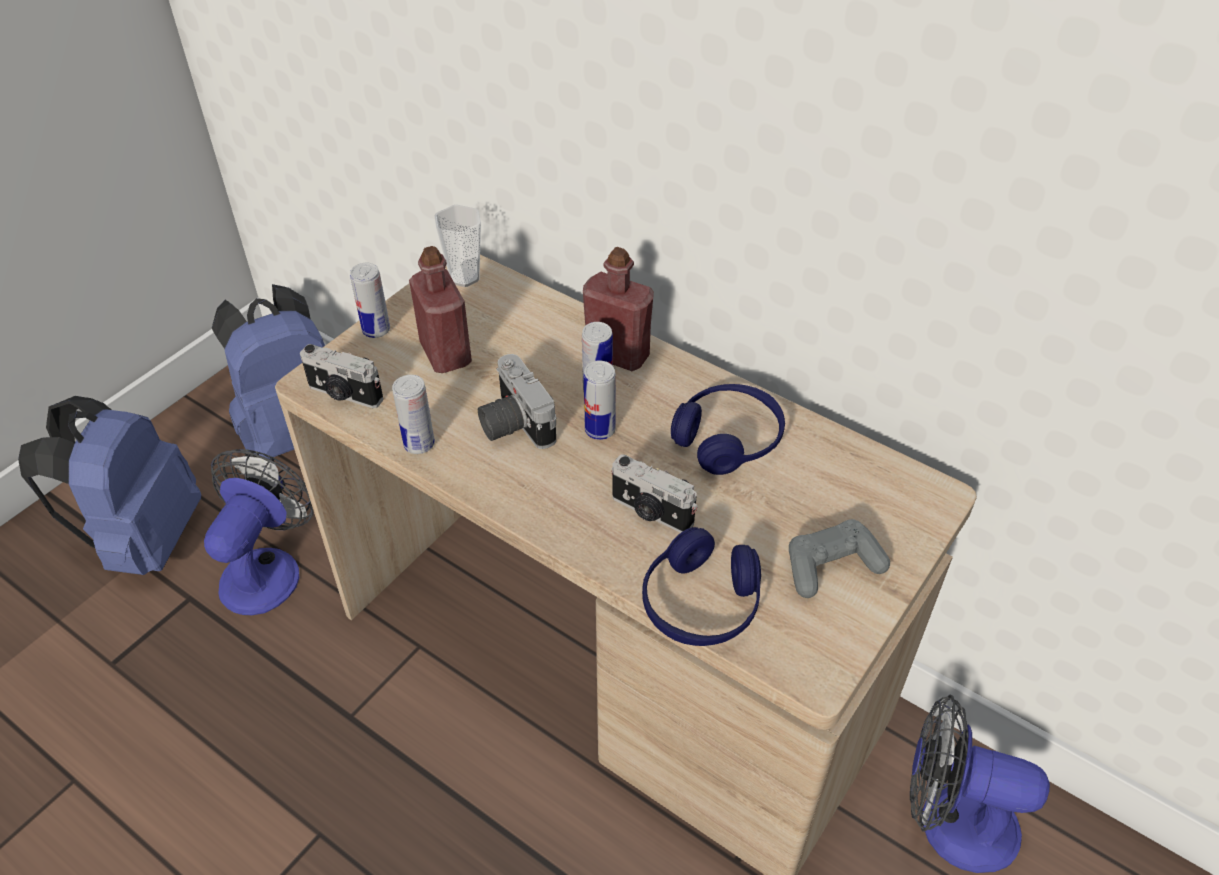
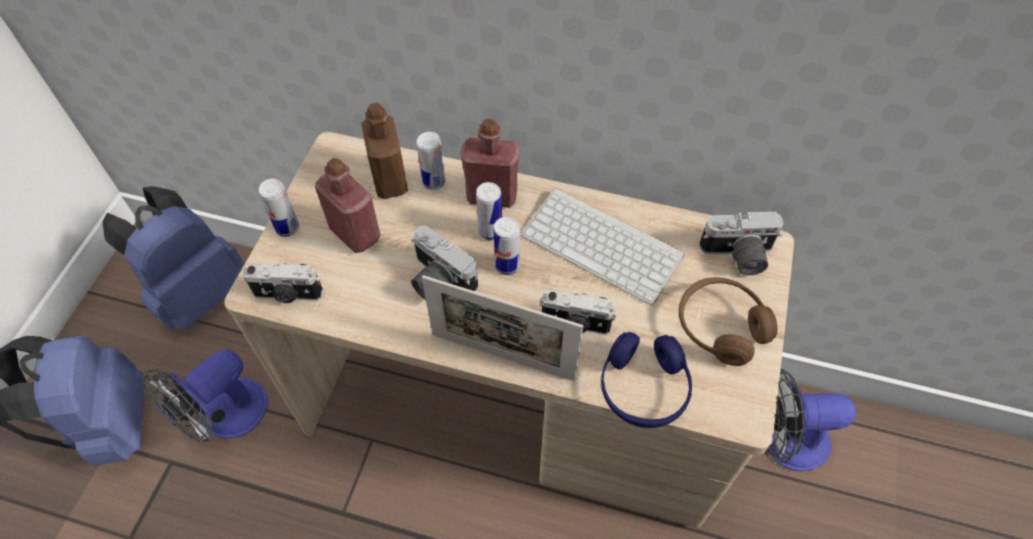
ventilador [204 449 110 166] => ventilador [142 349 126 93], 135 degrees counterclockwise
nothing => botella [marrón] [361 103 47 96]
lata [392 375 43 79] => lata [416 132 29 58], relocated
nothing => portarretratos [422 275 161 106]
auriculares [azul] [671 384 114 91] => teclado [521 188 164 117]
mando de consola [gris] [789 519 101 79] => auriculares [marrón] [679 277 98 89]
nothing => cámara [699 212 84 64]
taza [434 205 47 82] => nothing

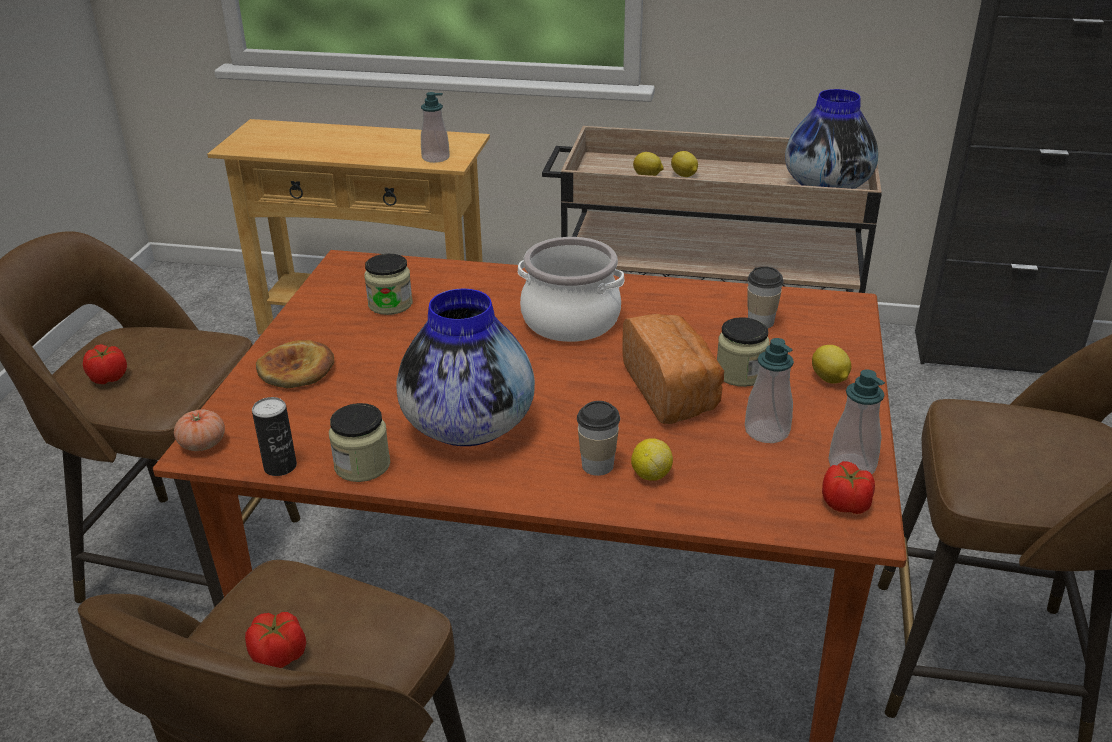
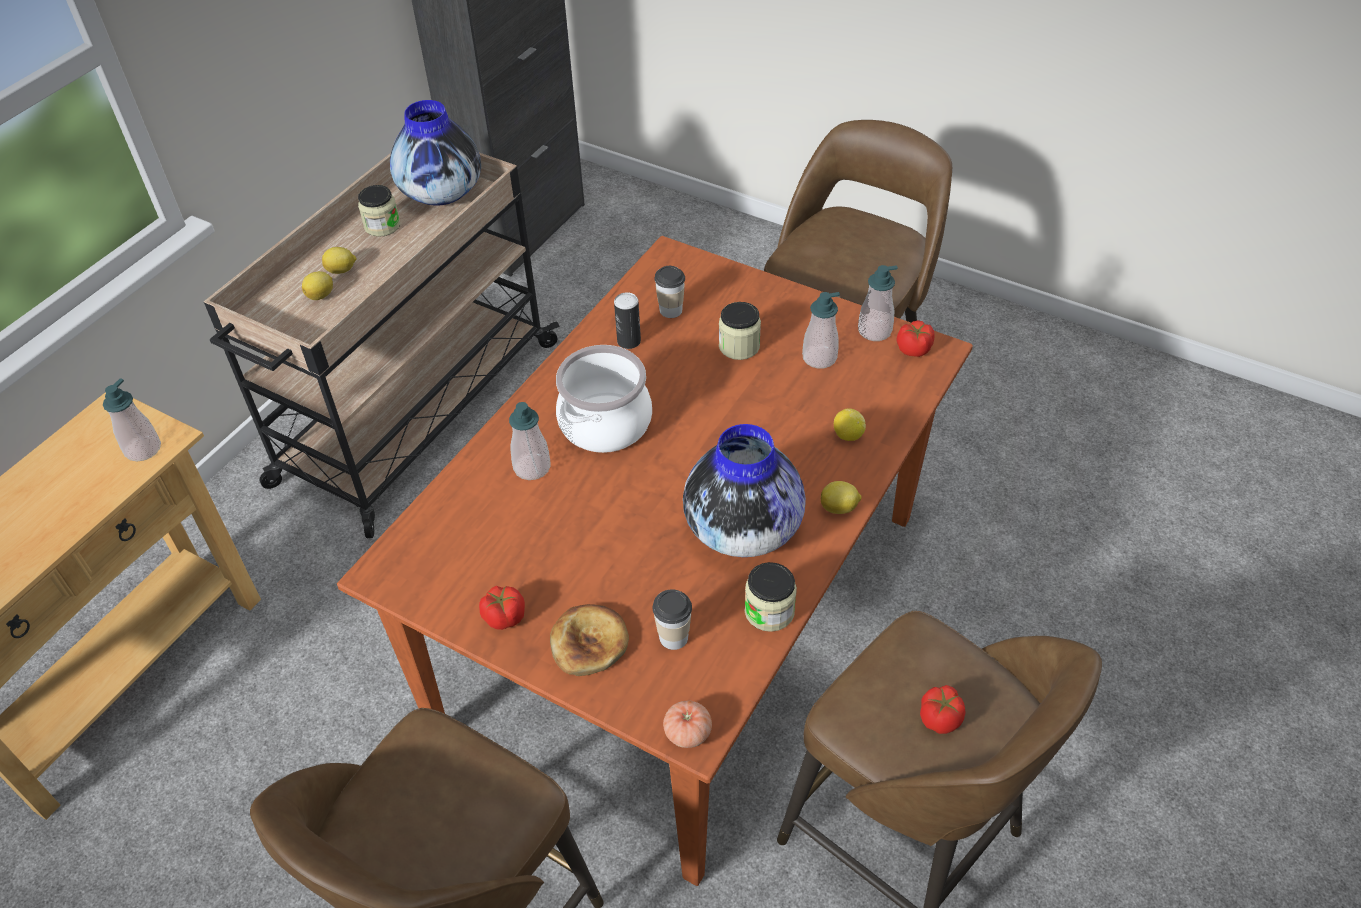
tarro [364 254 49 61] => tarro [358 185 42 52], relocated
tomate [83 344 44 40] => tomate [479 586 46 44], relocated
nothing => dispensador de jabón [509 402 42 78]
lata [252 397 45 79] => lata [614 292 27 57], relocated
taza [577 401 43 75] => taza [653 589 39 61], relocated
limón [812 345 39 39] => limón [821 481 41 33], relocated
pan [623 314 101 110] => nothing

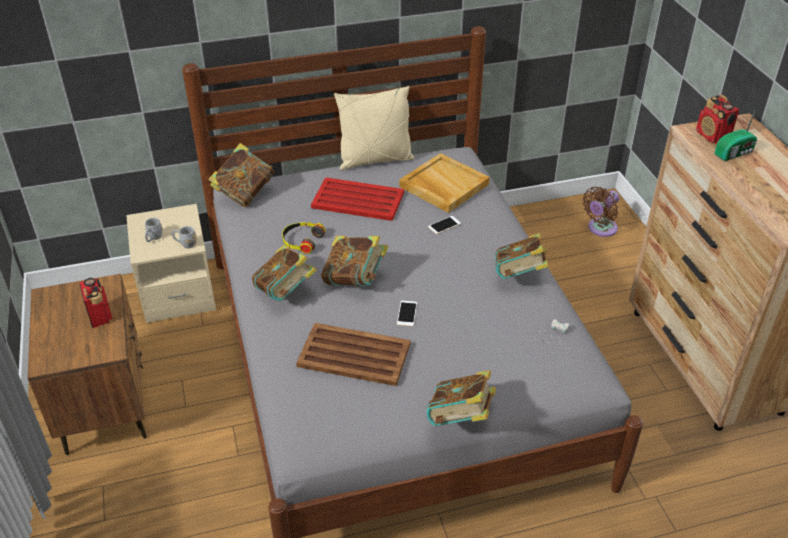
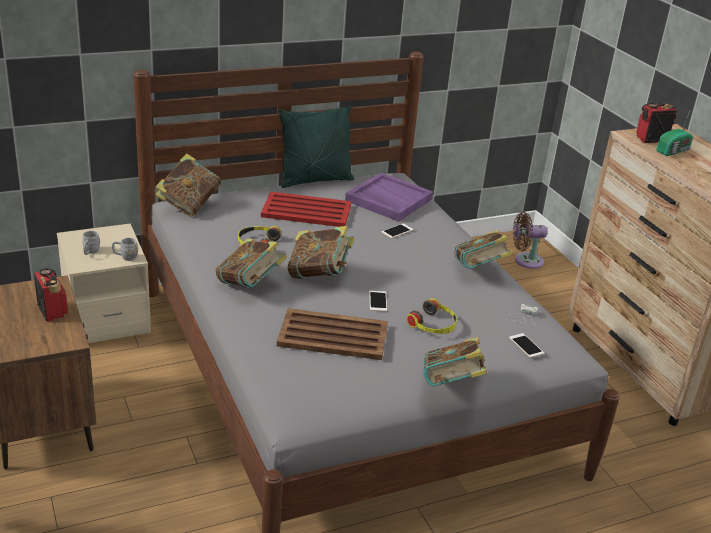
cojín [beis] [334 86 80 84] => cojín [verde] [279 106 75 82]
bandeja [beis] [399 153 91 60] => bandeja [morado] [345 173 88 49]
nothing => auriculares [407 298 50 36]
nothing => móvil [509 333 35 25]
ventilador [marrón] [583 187 36 50] => ventilador [marrón] [513 212 34 57], 45 degrees clockwise
radio [696 95 43 49] => radio [636 103 40 40], 105 degrees clockwise

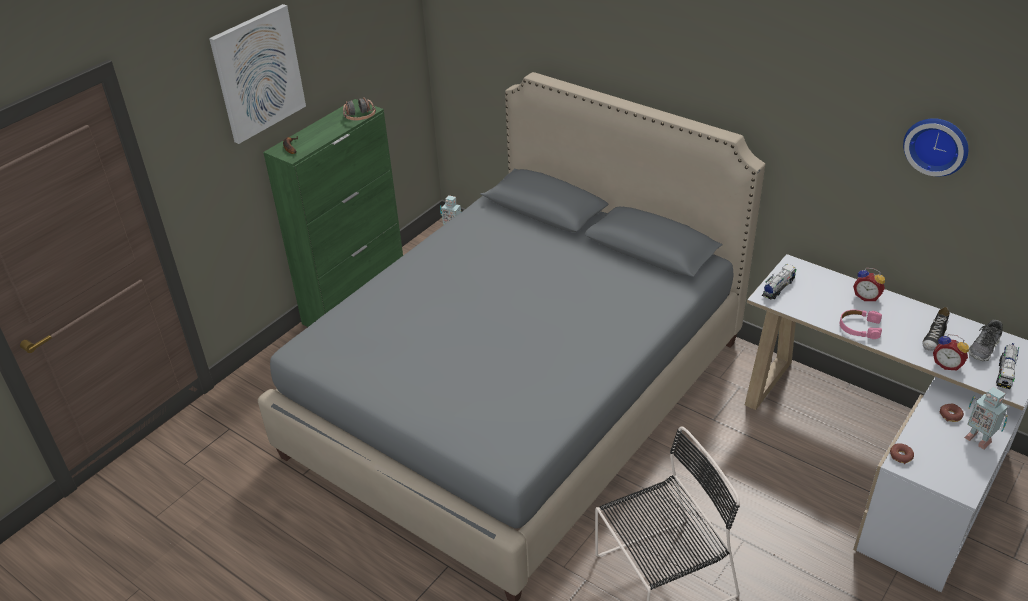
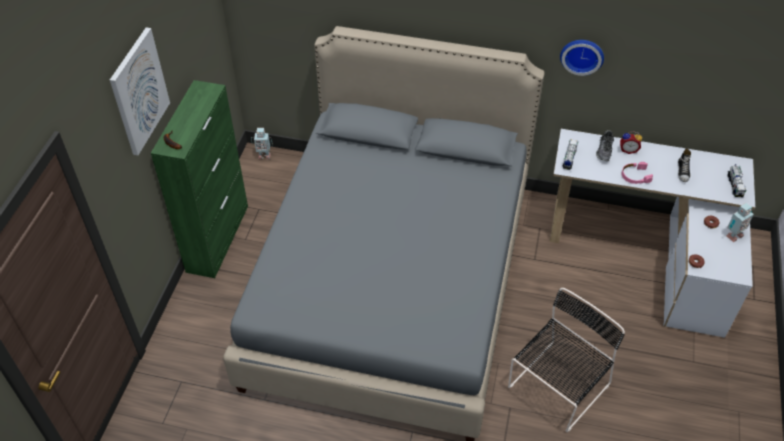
reloj de pared [903 118 65 59] => reloj de pared [560 40 44 36], relocated
zapato [968 320 35 41] => zapato [596 130 18 31], relocated
robot de juguete [964 387 44 62] => robot de juguete [727 203 27 39], 60 degrees counterclockwise
auriculares [343 97 33 24] => nothing
despertador [933 334 36 36] => nothing

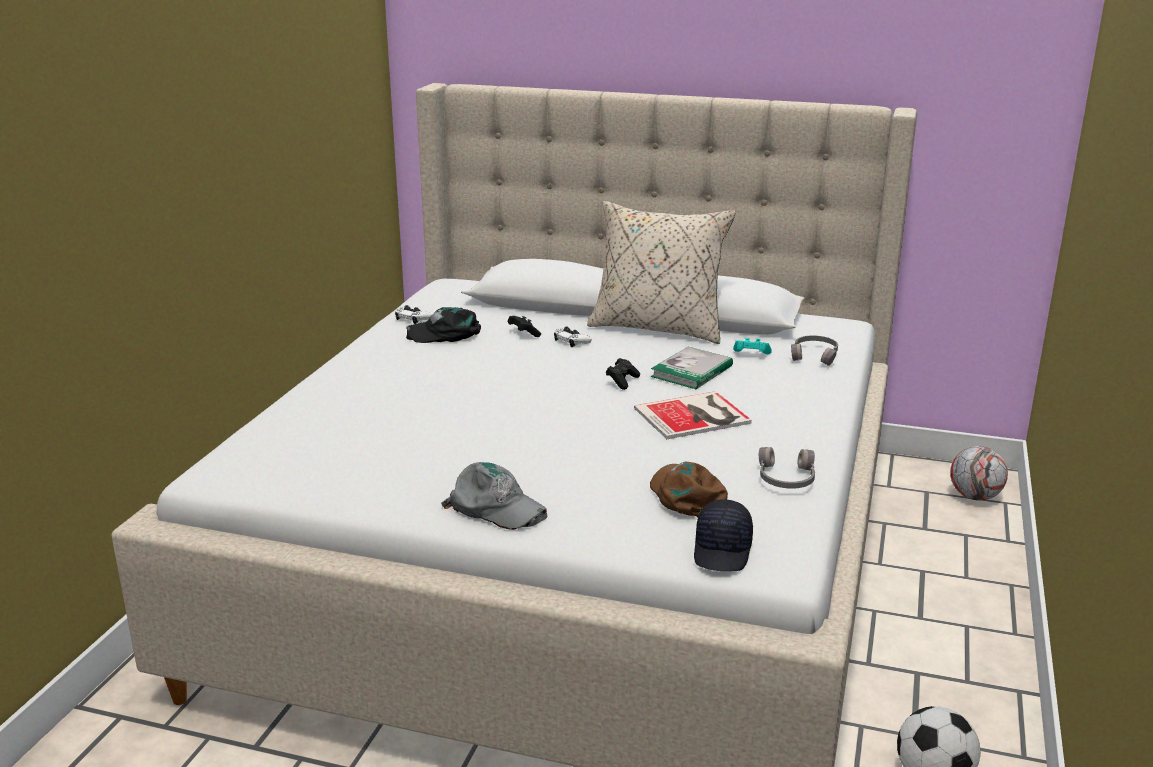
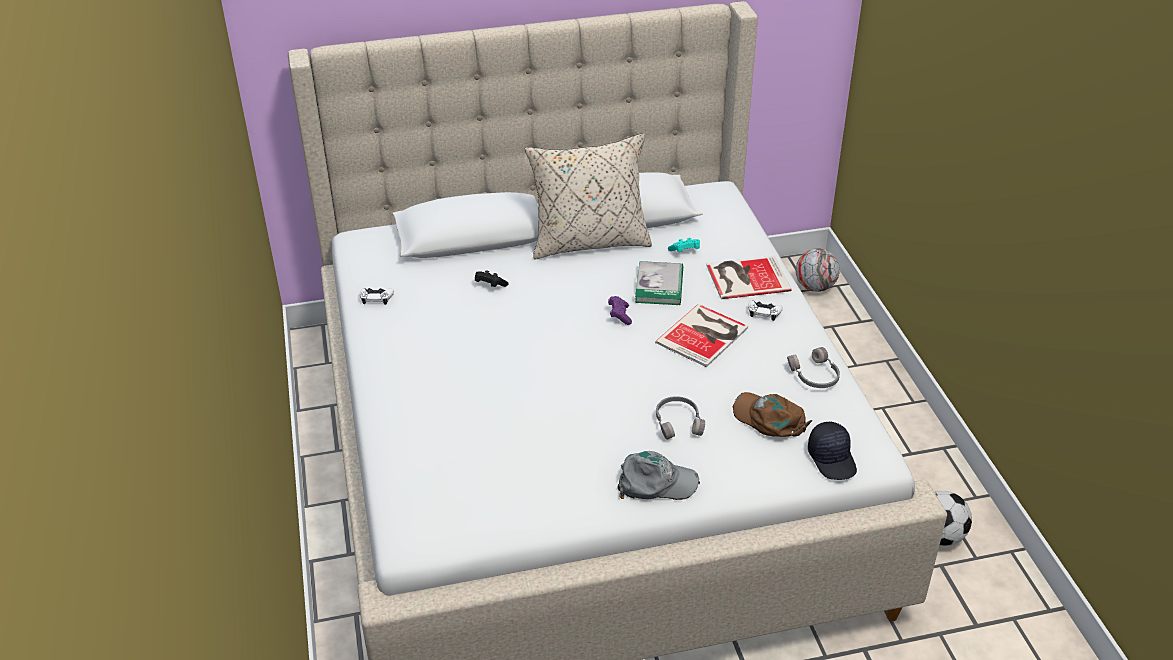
mando de consola [negro] [606 358 34 32] => mando de consola [morado] [608 296 24 29]
auriculares [gris] [791 335 47 31] => auriculares [gris] [656 396 49 44], relocated
nothing => libro [706 256 85 43]
mando de consola [blanco] [554 326 38 21] => mando de consola [blanco] [748 300 35 21], relocated
gorra [negro] [406 307 75 36] => nothing

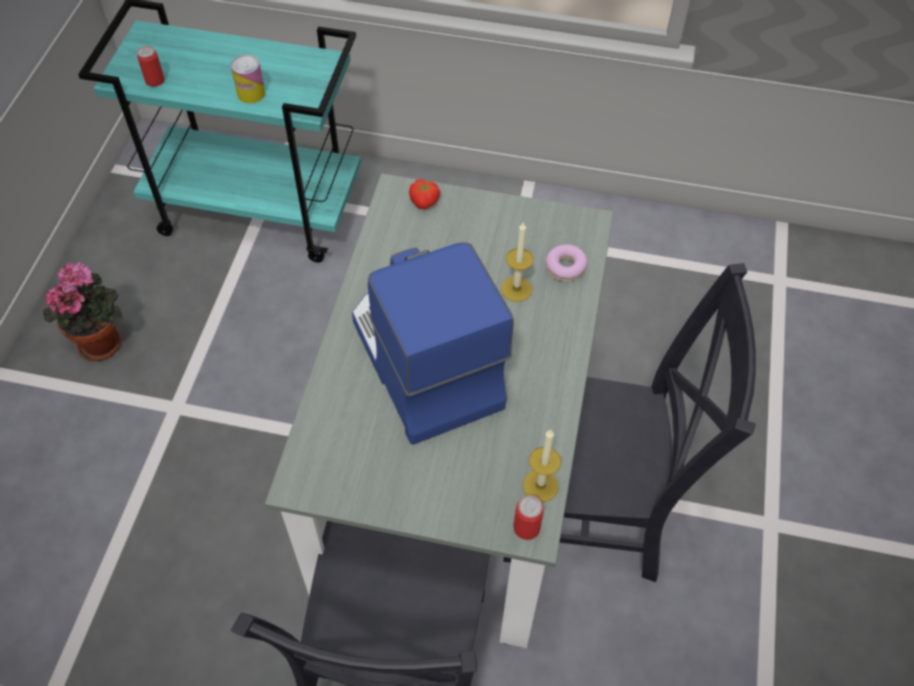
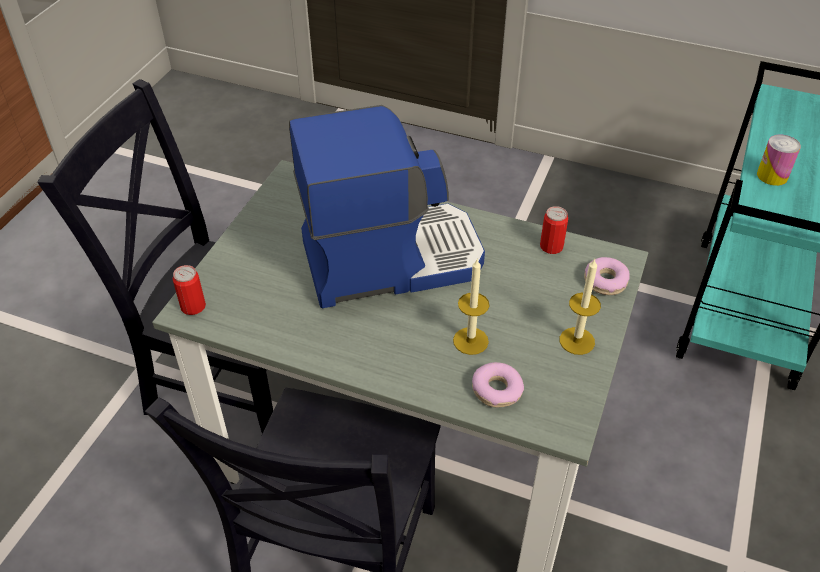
lata [137 46 28 41] => lata [540 206 28 48], relocated
vela [523 429 38 73] => vela [559 259 42 96], relocated
tomate [409 179 31 30] => rosquilla [584 257 46 38]
planta en maceta [43 261 80 100] => nothing

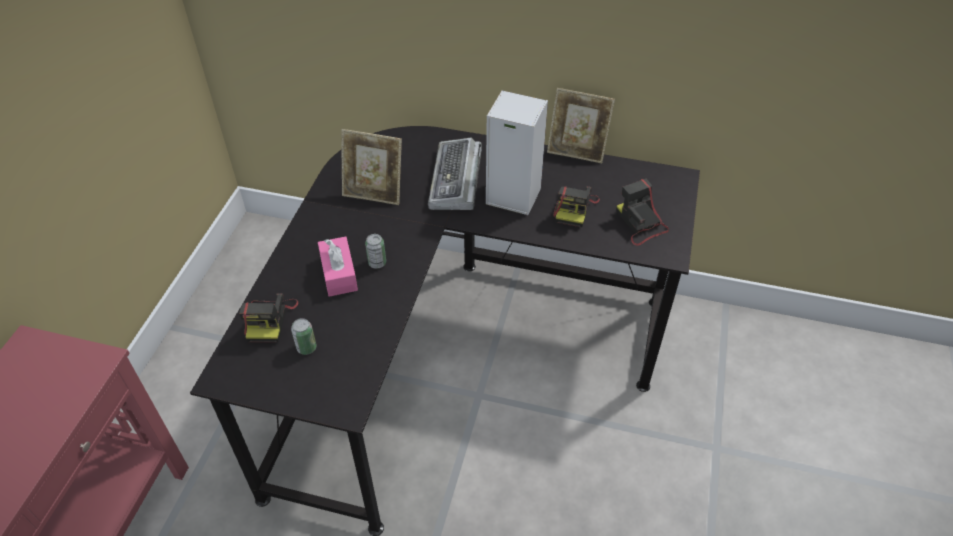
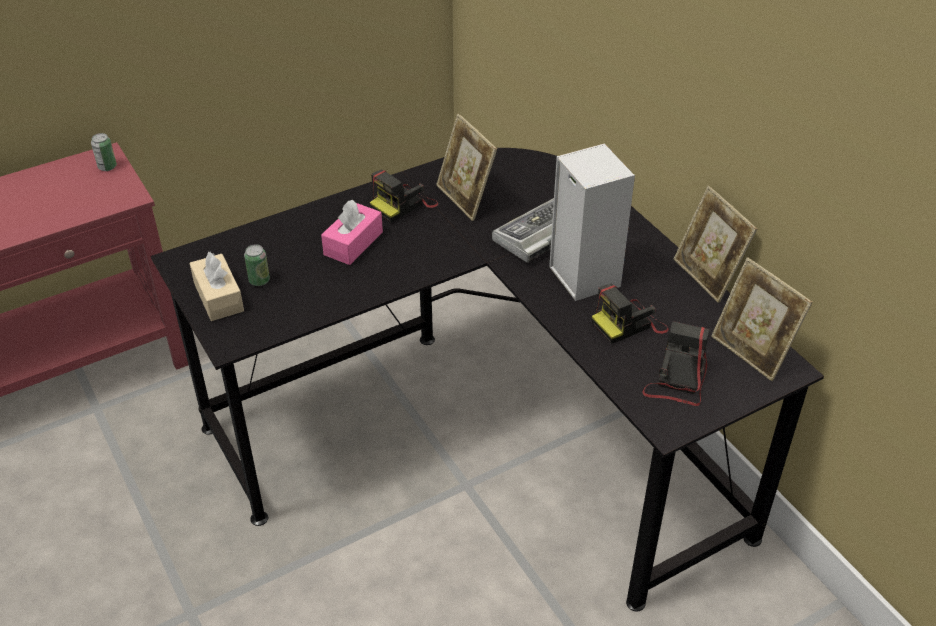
lata [365 234 21 35] => lata [91 133 26 38], relocated
nothing => caja de pañuelos [beis] [190 252 54 69]
cámara [239 293 59 49] => cámara [370 170 68 52], relocated
nothing => portarretratos [711 257 102 124]

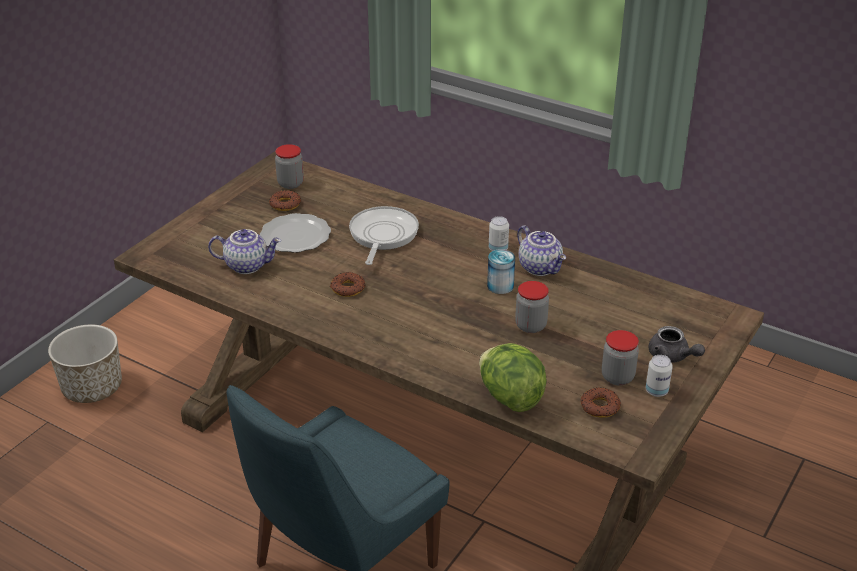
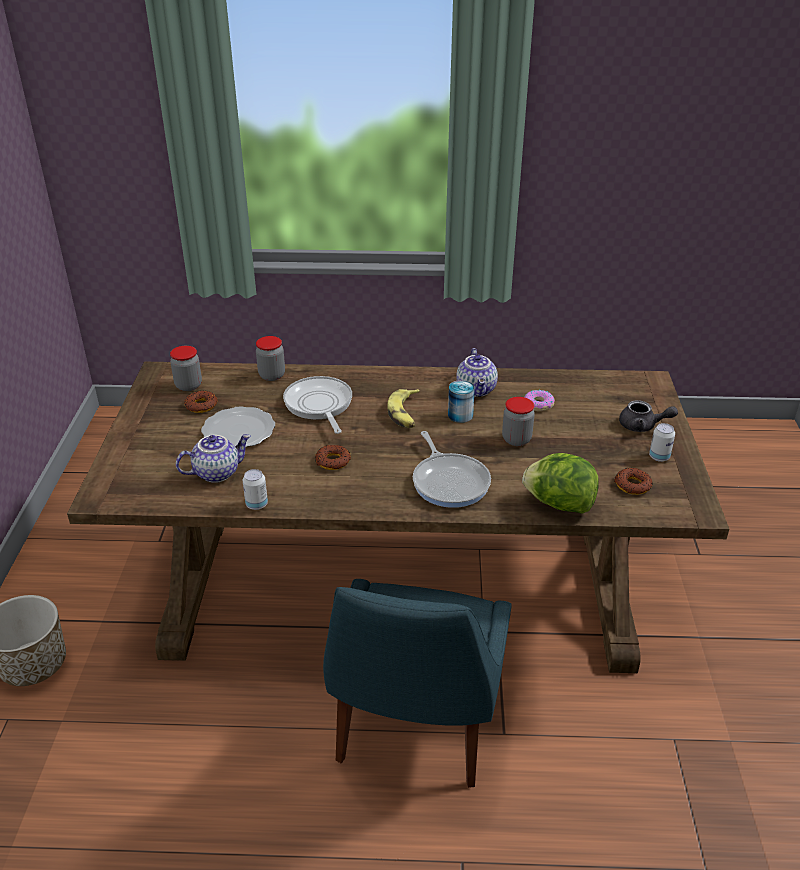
lata [489 216 20 35] => lata [243 469 25 41], relocated
tarro [602 330 37 55] => tarro [256 336 29 45], relocated
nothing => plátano [387 389 33 39]
nothing => sartén [413 431 78 77]
tetera [517 225 49 51] => tetera [456 348 42 49], 60 degrees clockwise
nothing => rosquilla [525 390 30 21]

